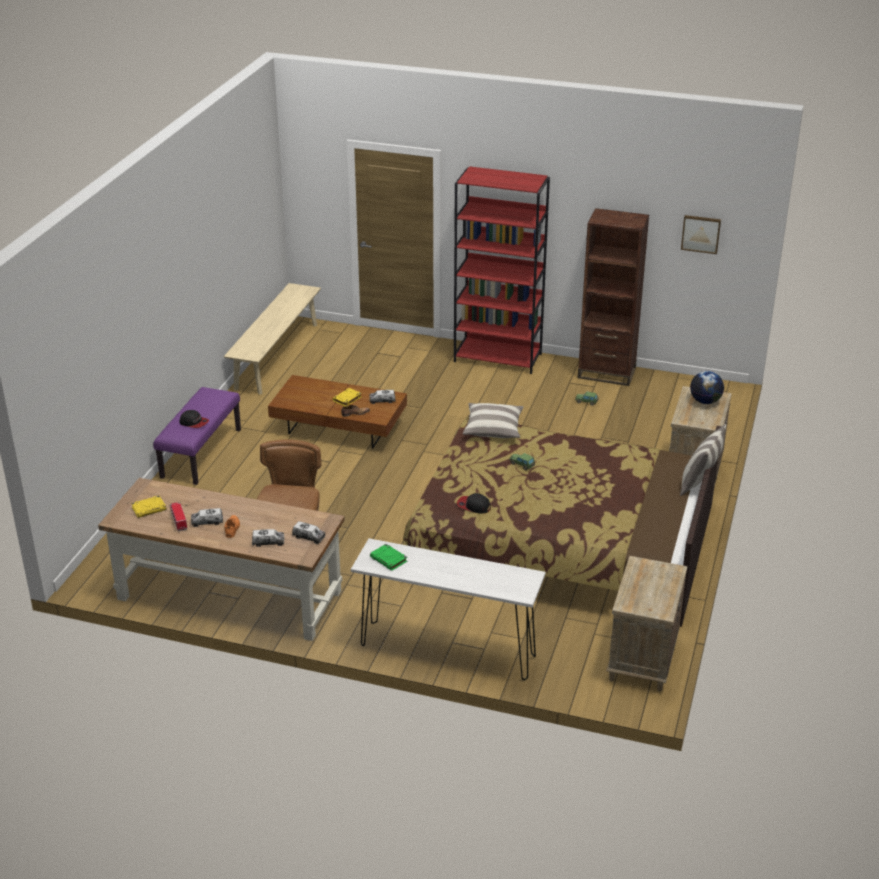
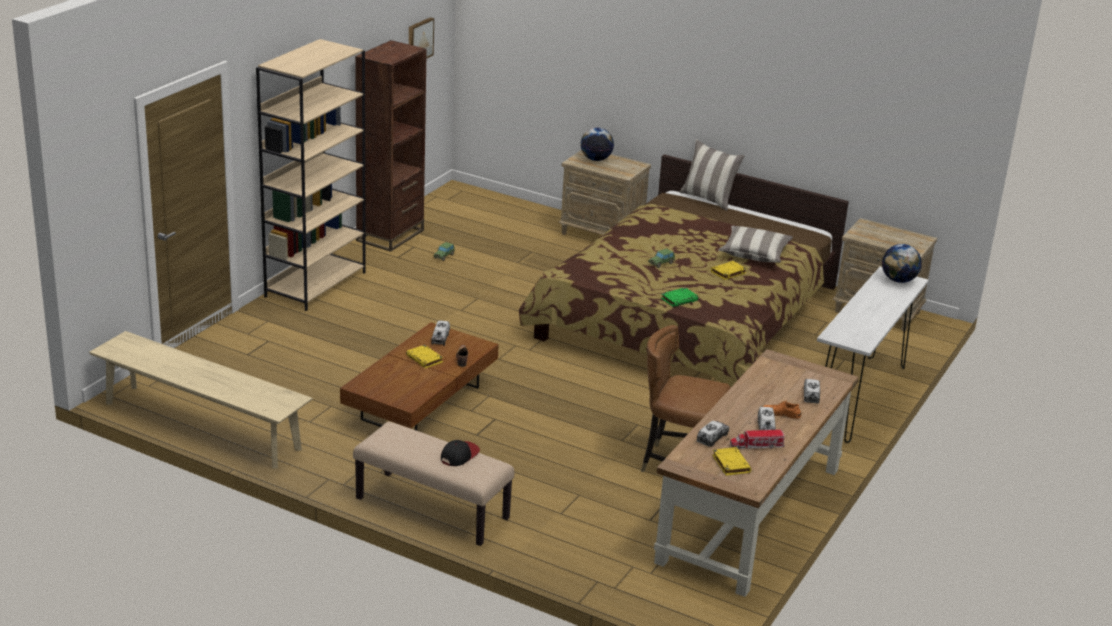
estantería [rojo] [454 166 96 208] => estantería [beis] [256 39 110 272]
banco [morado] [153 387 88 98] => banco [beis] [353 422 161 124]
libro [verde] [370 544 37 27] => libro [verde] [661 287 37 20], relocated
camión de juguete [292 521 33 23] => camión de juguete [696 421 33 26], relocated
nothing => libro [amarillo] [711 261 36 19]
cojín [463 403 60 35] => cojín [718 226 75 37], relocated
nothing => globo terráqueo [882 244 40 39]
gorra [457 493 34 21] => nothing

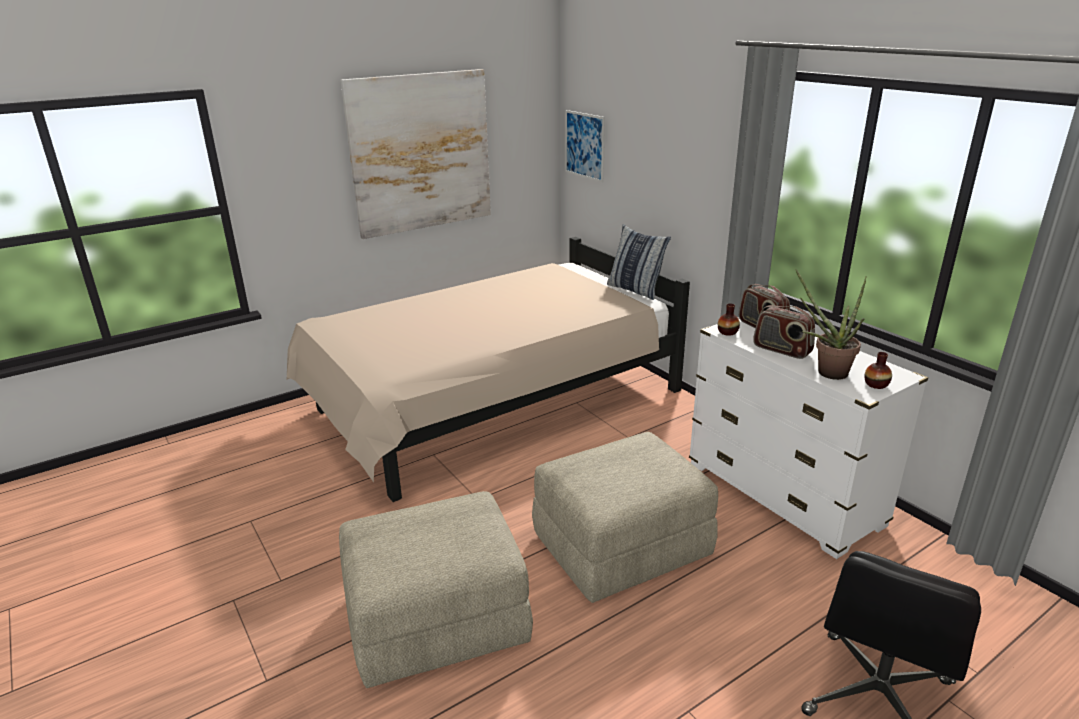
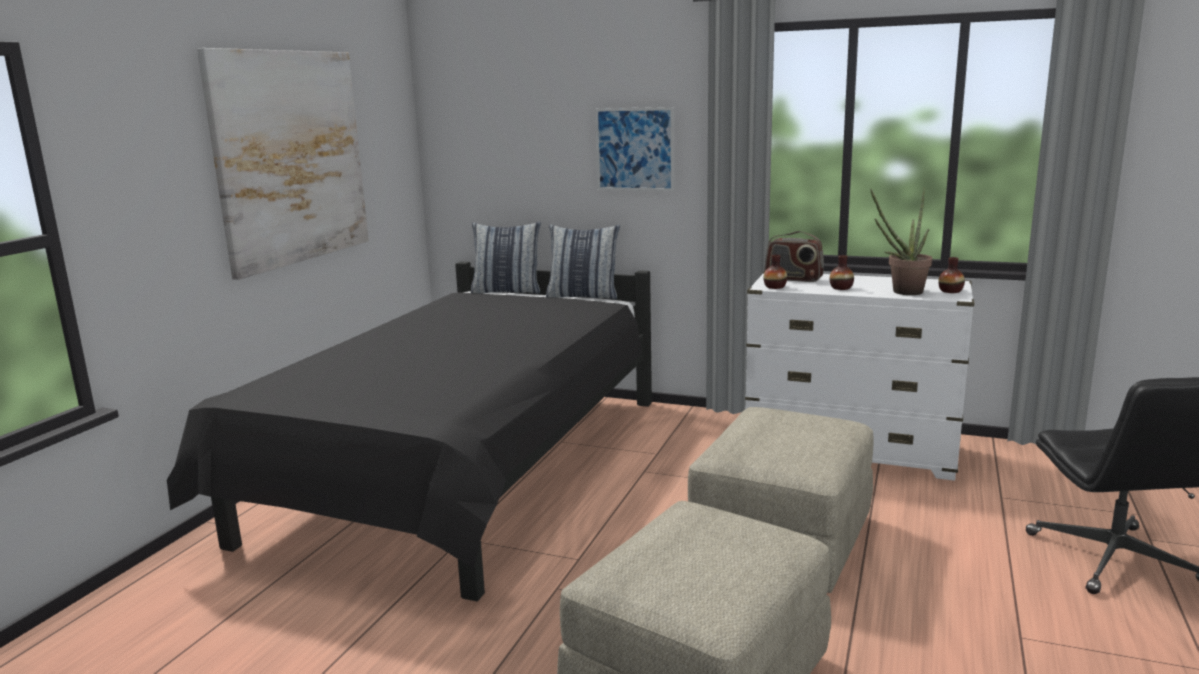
cama [beis] [287 237 403 265] => cama [negro] [167 261 485 341]
nothing => cojín [471 222 70 72]
cuadro [565 110 40 73] => cuadro [595 107 79 84], relocated
radio [753 305 62 54] => florero [830 255 24 35]

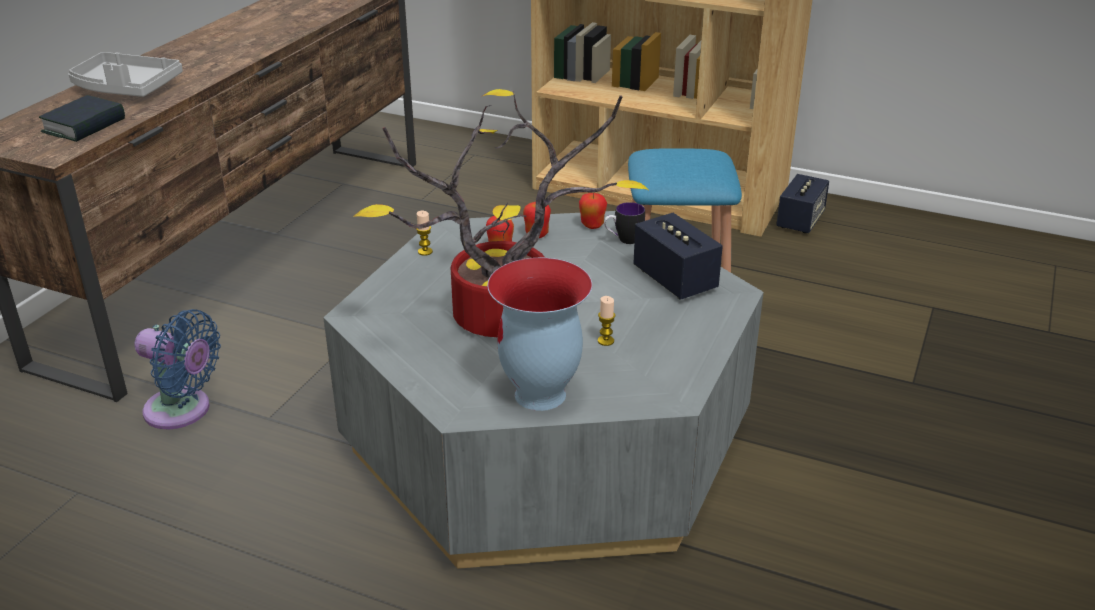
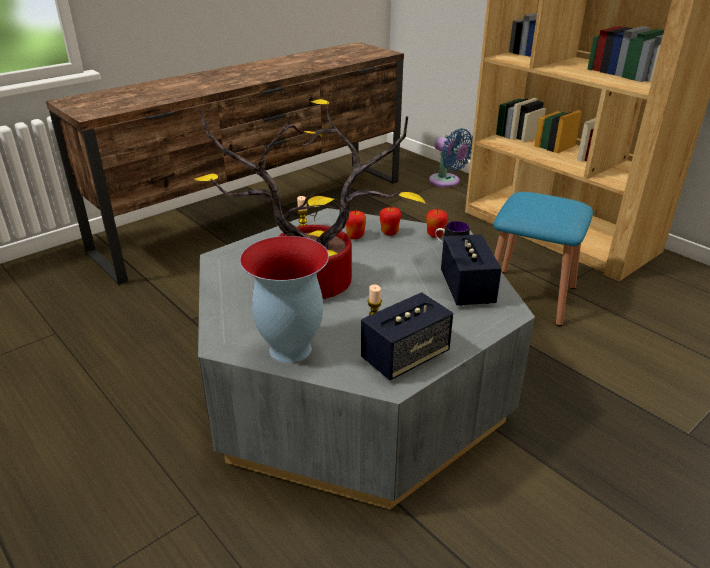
altavoz [776 174 53 59] => altavoz [361 292 92 88], relocated
ventilador [azul] [134 309 87 120] => ventilador [azul] [429 128 44 59], relocated
libro [39 95 86 47] => nothing
bandeja [gris] [68 52 115 45] => nothing

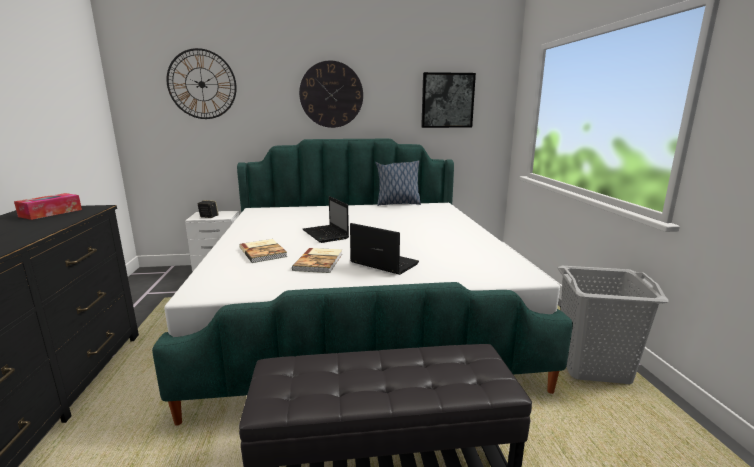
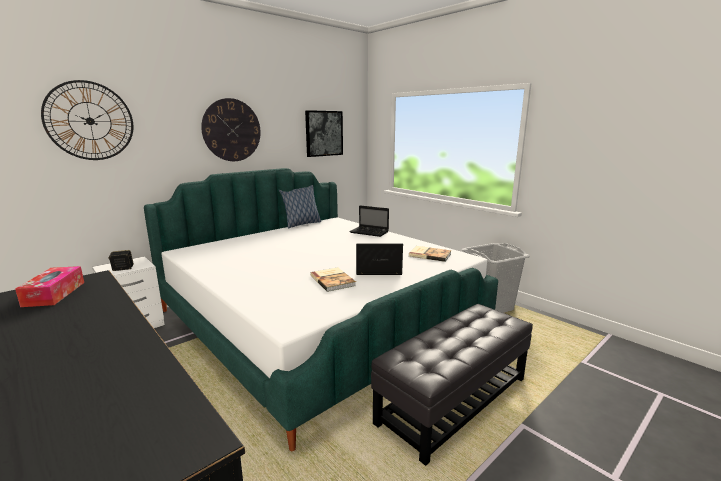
portátil [303 196 46 47] => portátil [350 206 39 31], relocated
libro [239 239 48 24] => libro [409 246 43 16], relocated

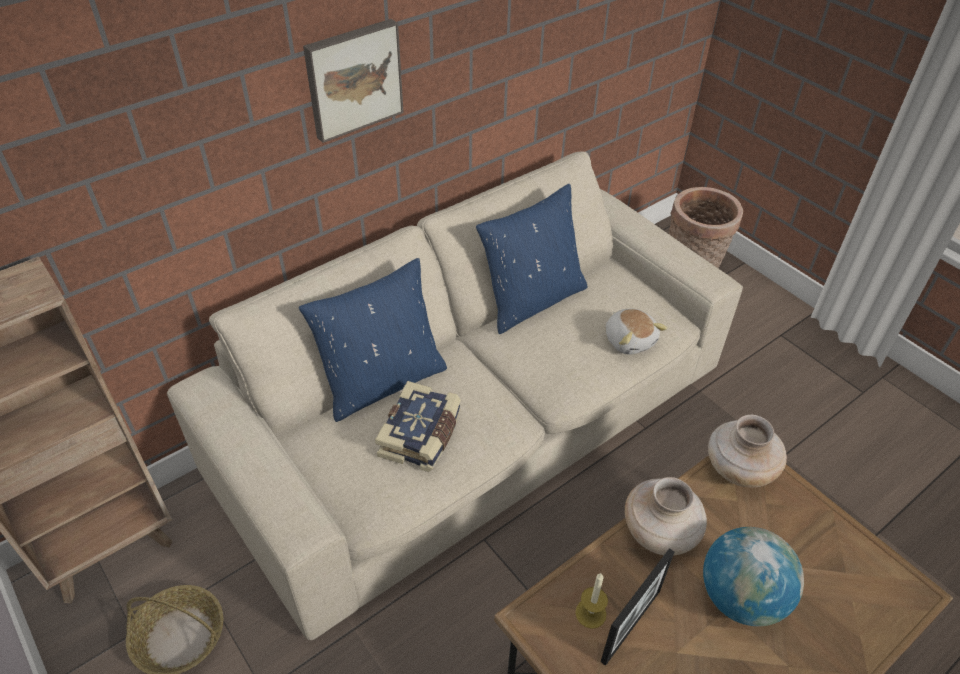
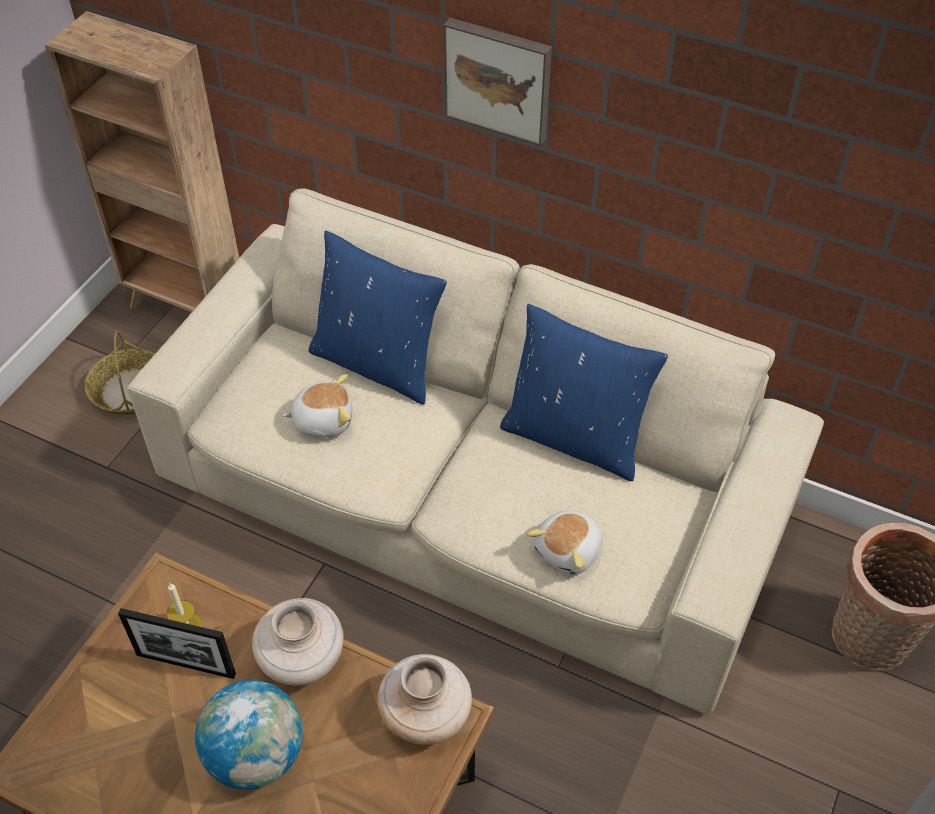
libro [375 381 86 91] => peluche [283 374 69 63]

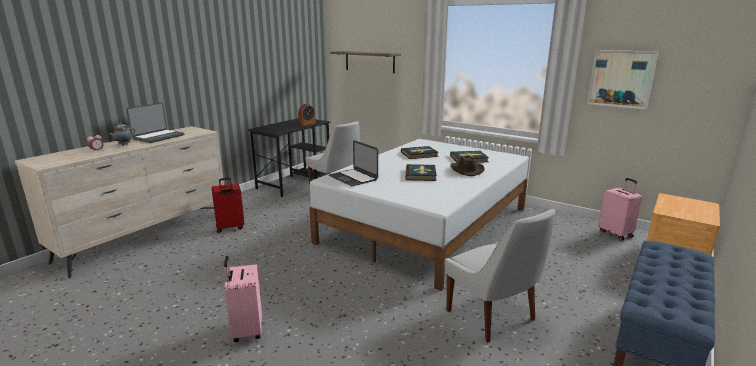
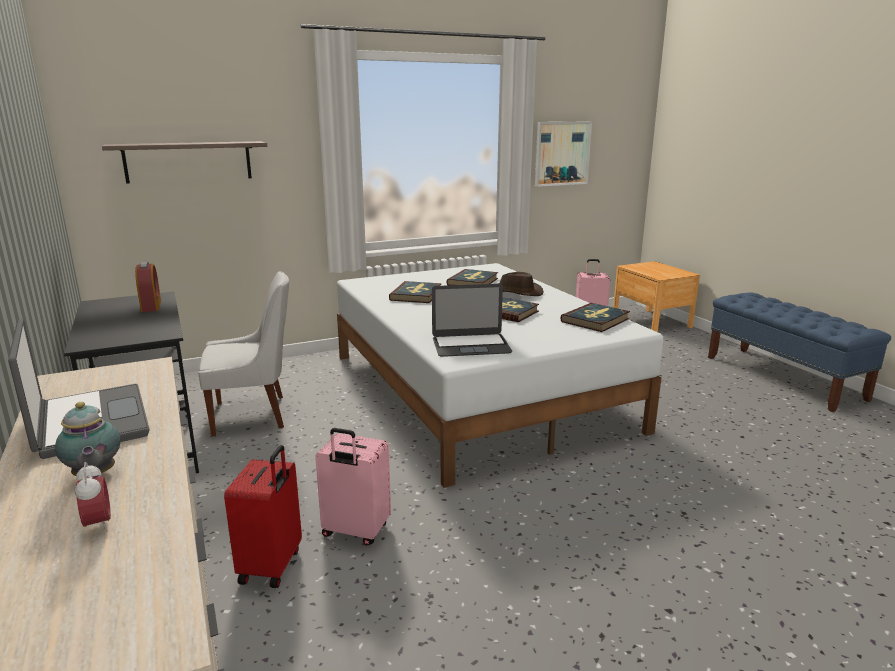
maleta [rosa] [224 256 38 86] => maleta [rosa] [315 428 76 117], relocated
nothing => libro [561 303 69 29]
silla [blanco] [445 209 111 134] => nothing

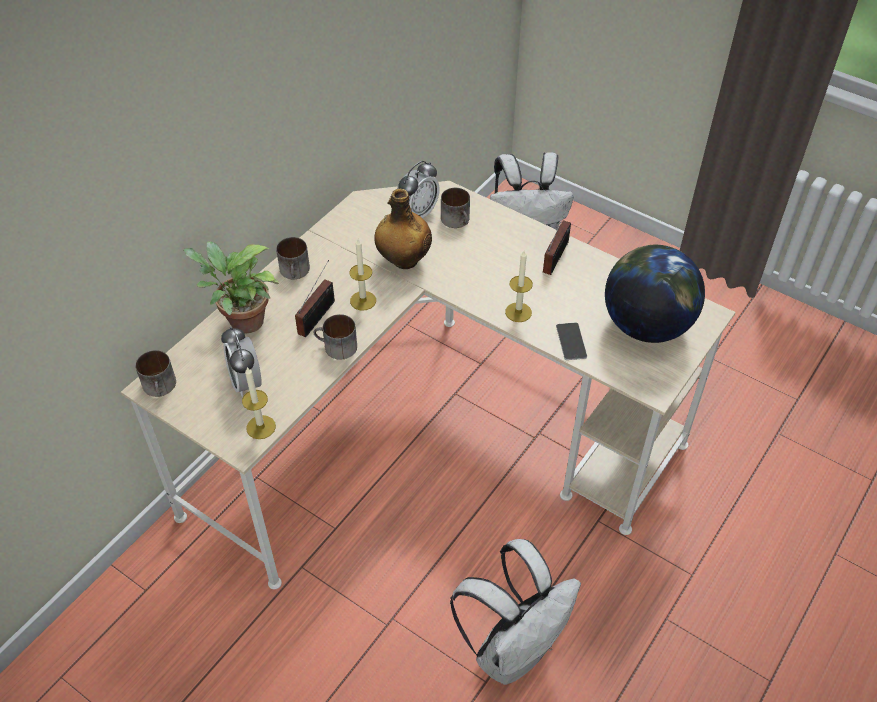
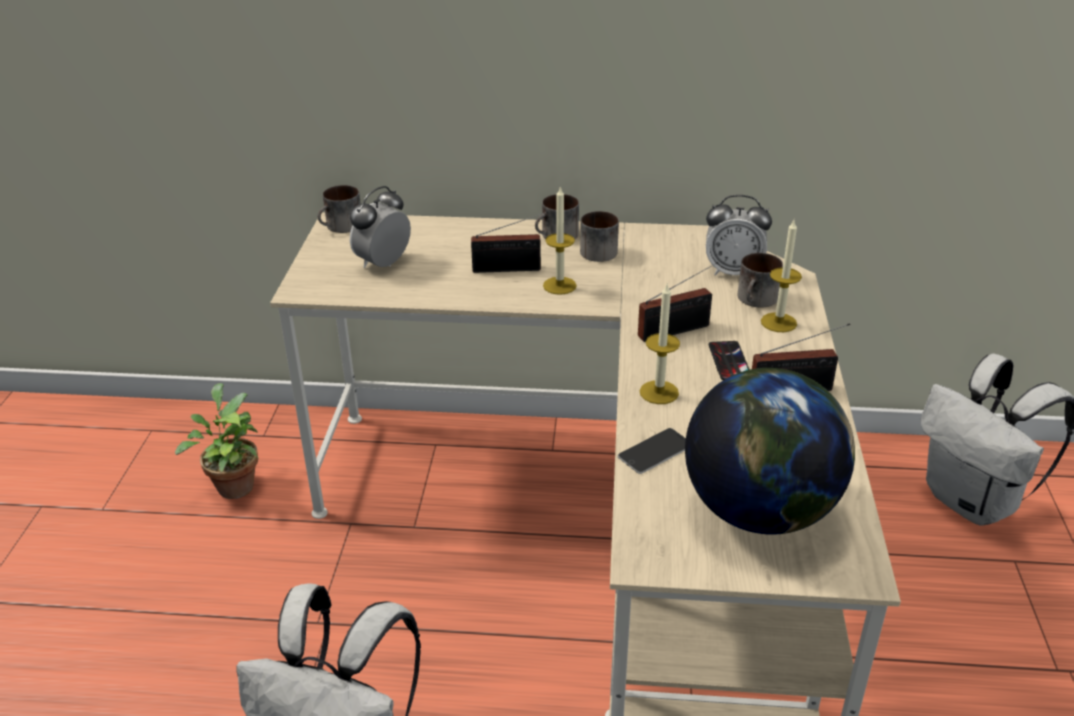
planta en maceta [183 241 96 92] => planta en maceta [175 383 83 116], relocated
taza grande [314 314 43 46] => taza grande [580 211 39 51], relocated
nothing => radio [638 262 81 80]
nothing => móvil [709 341 41 39]
vela [242 367 34 72] => vela [761 220 41 112], relocated
botella [374 189 58 80] => nothing

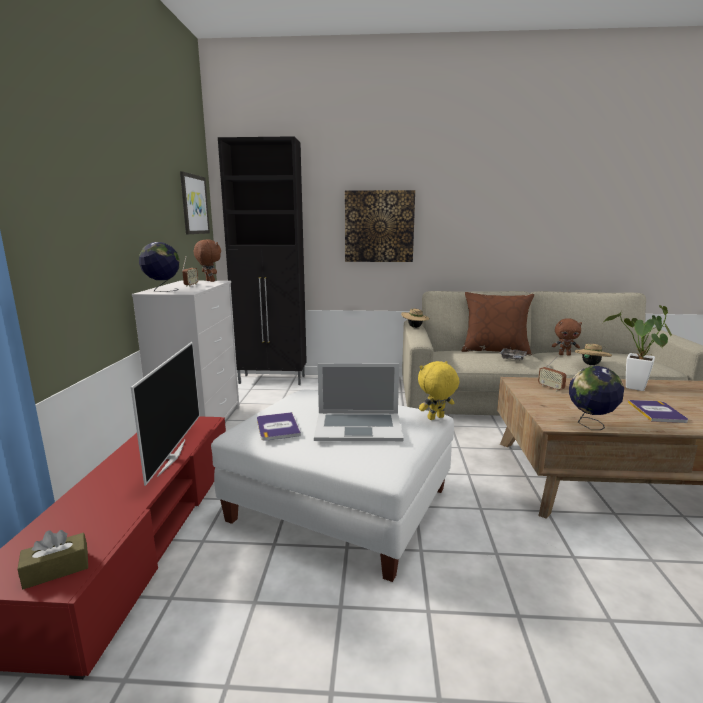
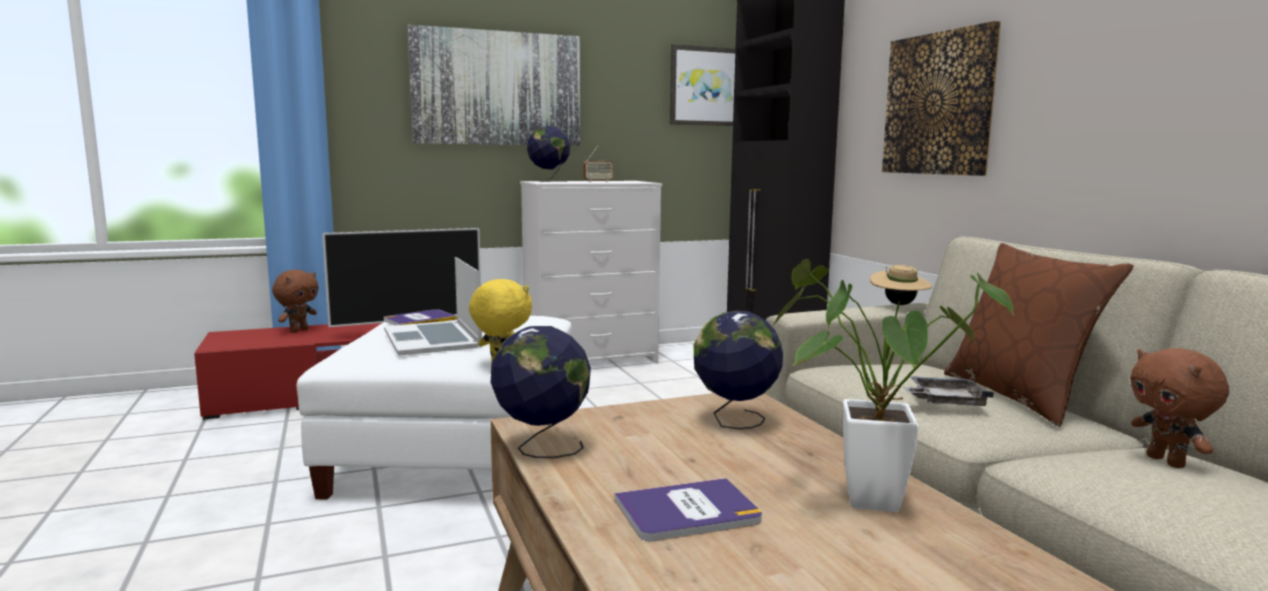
peluche [marrón] [194 239 27 43] => peluche [marrón] [272 270 47 62], relocated
nothing => cuadro [407 24 173 122]
radio [538 356 29 35] => globo terráqueo [694 311 89 118]
caja de pañuelos [marrón] [18 530 70 59] => nothing
sombrero [beis] [575 344 37 21] => nothing

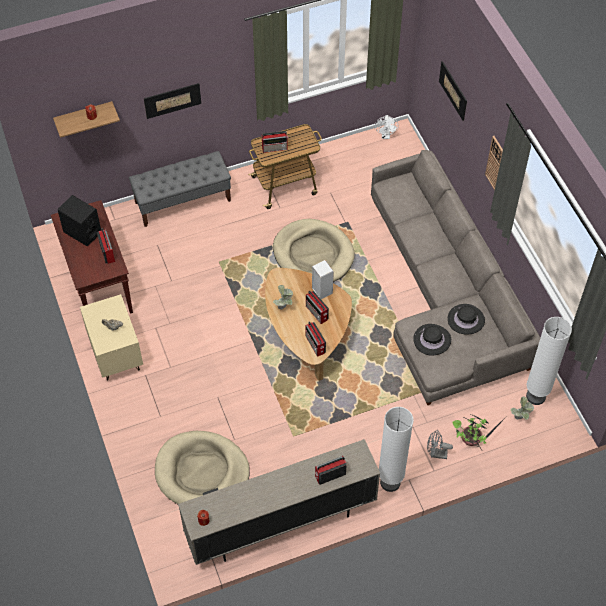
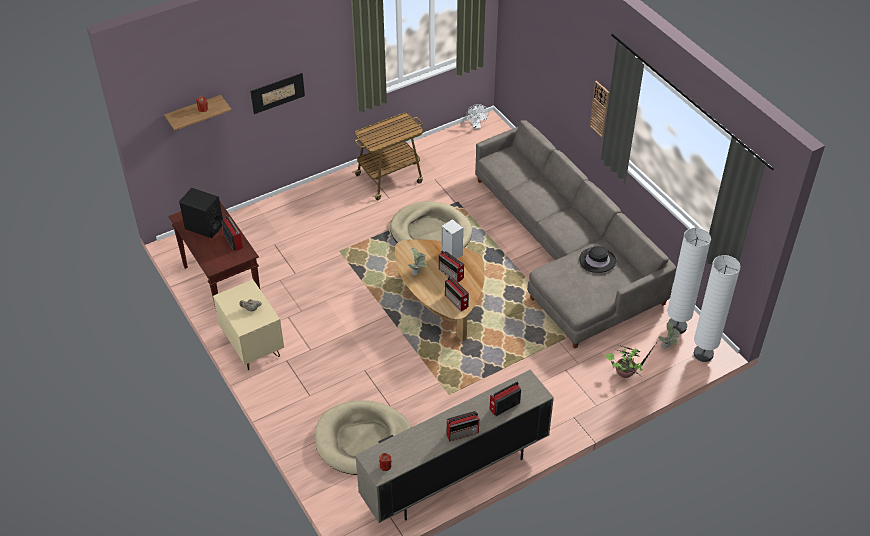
radio [262 131 26 22] => radio [447 411 32 31], relocated
lámpara de pie [blanco] [379 407 35 85] => lámpara de pie [blanco] [694 255 47 107], relocated
banco [gris] [129 151 102 76] => nothing
sombrero [negro] [413 324 38 31] => nothing
ventilador [gris] [427 430 26 29] => nothing
cuadro [439 61 28 60] => nothing

